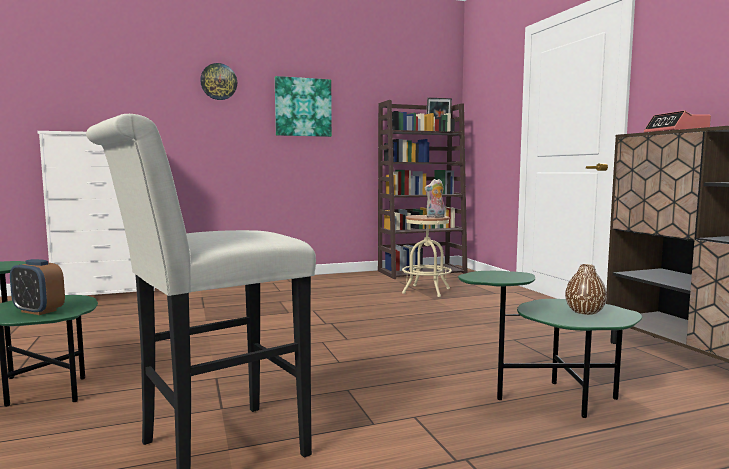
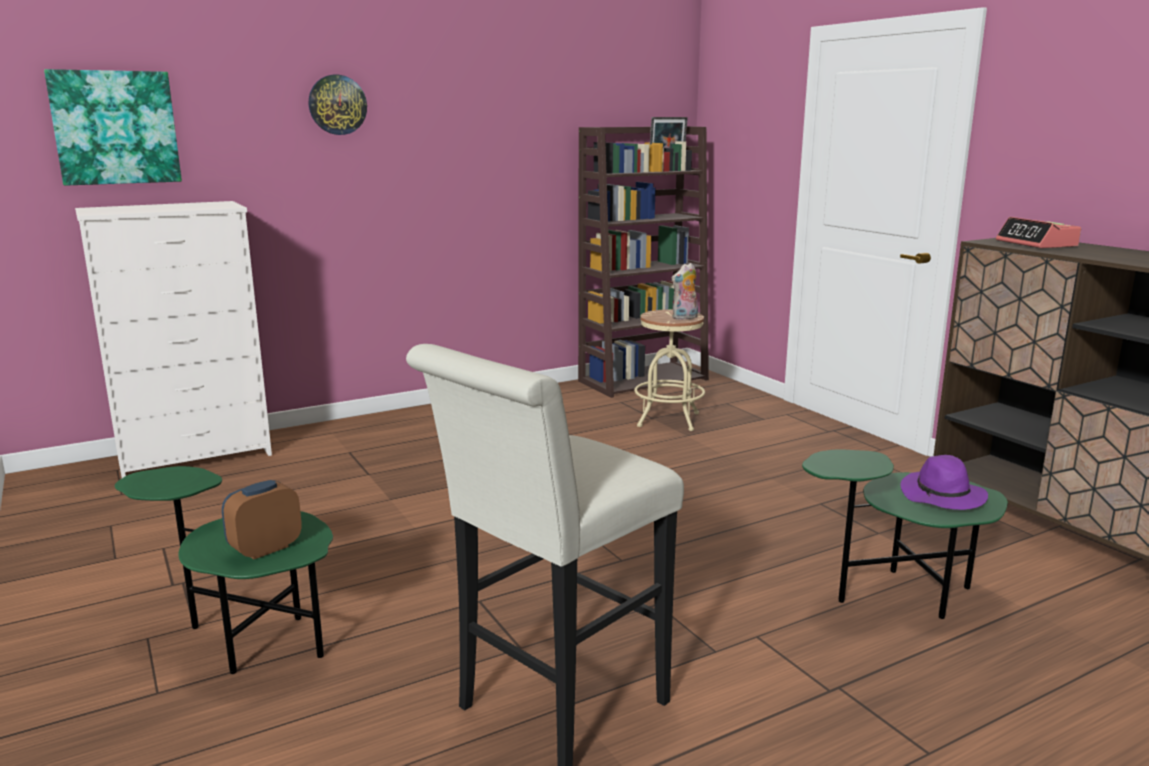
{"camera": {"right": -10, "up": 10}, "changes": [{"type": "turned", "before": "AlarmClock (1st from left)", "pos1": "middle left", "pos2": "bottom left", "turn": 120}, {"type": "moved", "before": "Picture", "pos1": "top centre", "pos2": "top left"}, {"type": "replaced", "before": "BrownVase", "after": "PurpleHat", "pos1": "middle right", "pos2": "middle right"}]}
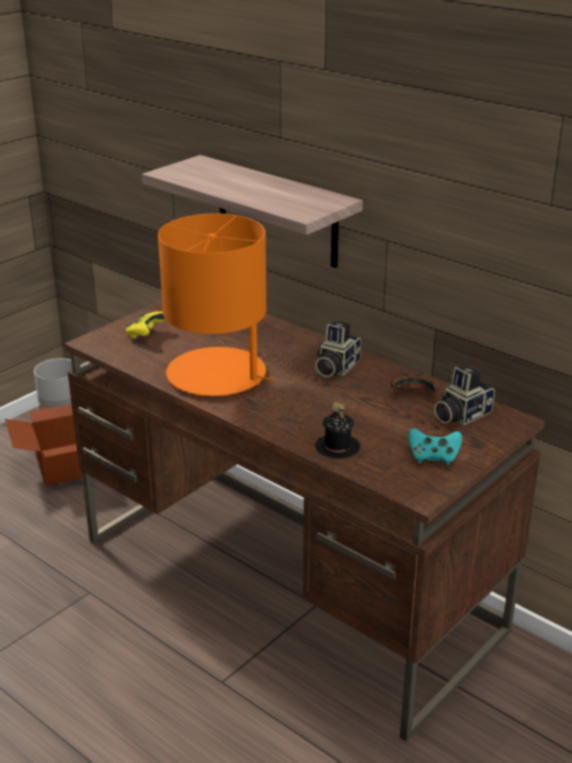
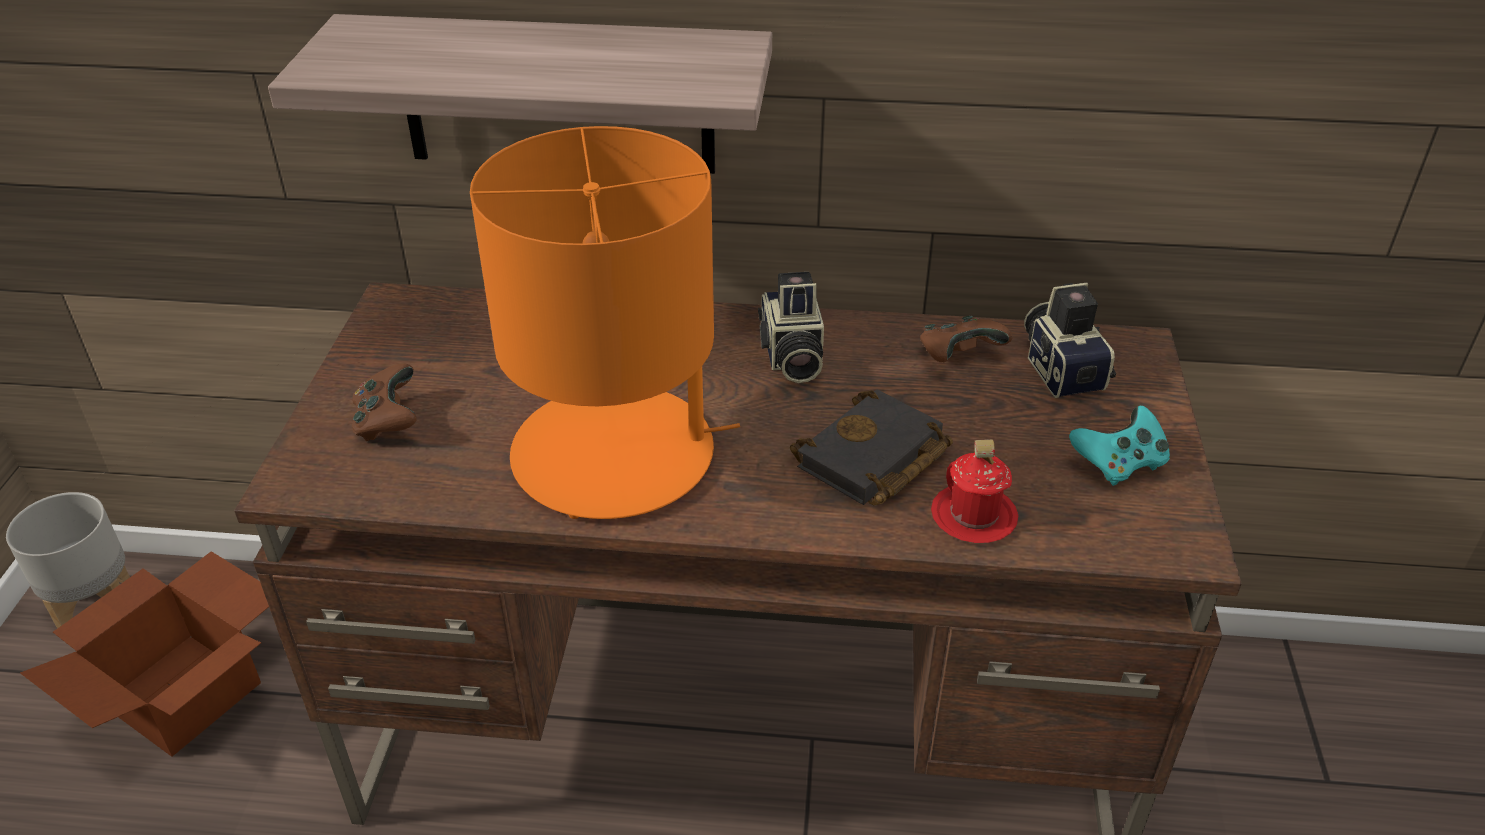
{"camera": {"right": -35, "up": 10}, "changes": [{"type": "recoloured", "before": "YellowGameController", "after": "BrownGameController (1st from left)", "pos1": "middle left", "pos2": "middle left"}, {"type": "recoloured", "before": "BlackMug", "after": "RedMug", "pos1": "centre", "pos2": "centre"}, {"type": "turned", "before": "PhotoCamera (2nd from left)", "pos1": "middle right", "pos2": "middle right", "turn": 150}, {"type": "added", "after": "BlackBook", "pos2": "centre"}]}
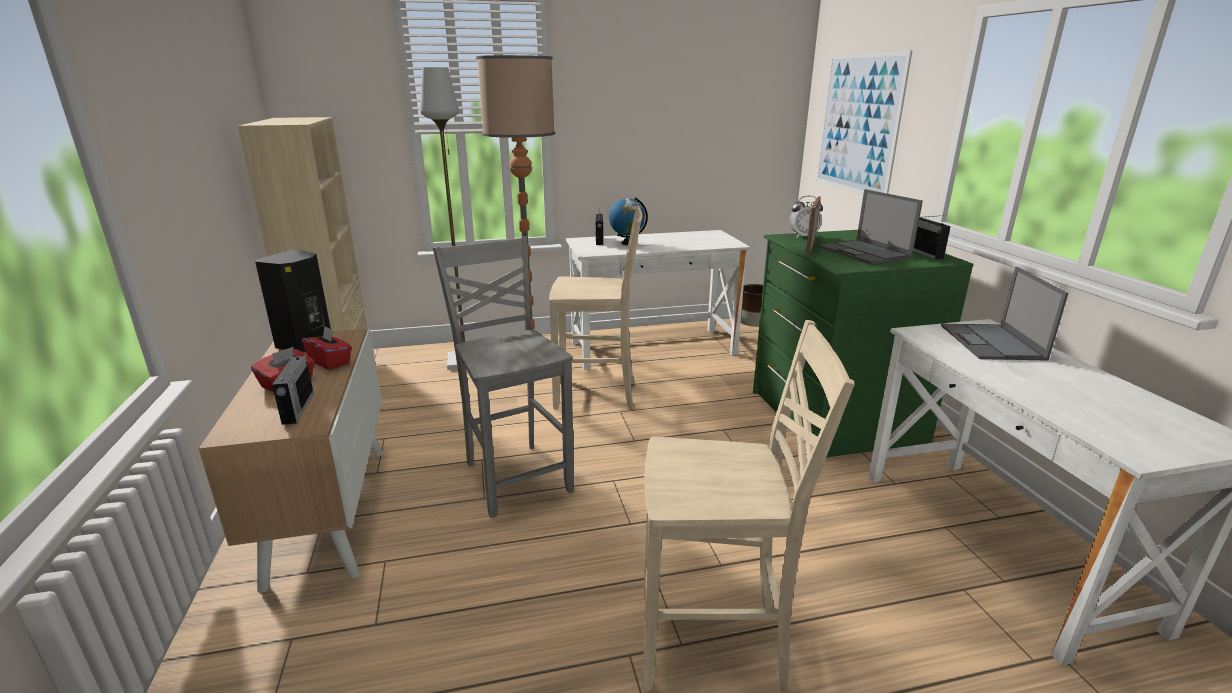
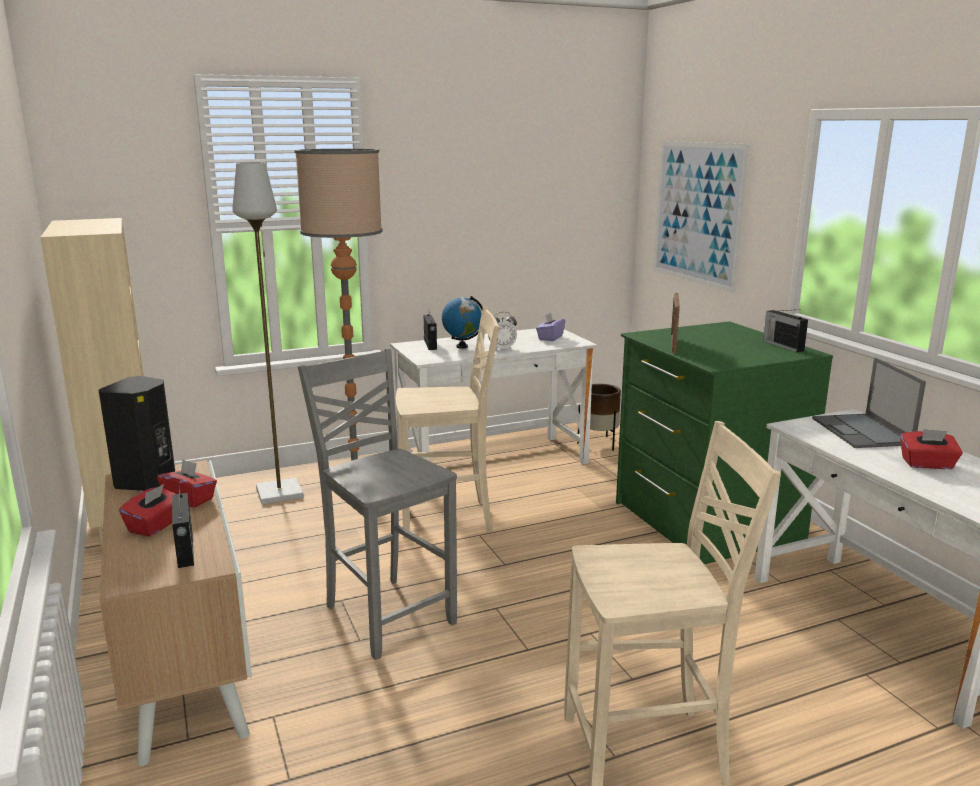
{"camera": {"right": -10, "up": -5}, "changes": [{"type": "moved", "before": "AlarmClock", "pos1": "top centre", "pos2": "centre"}, {"type": "removed", "before": "Laptop (1st from left)", "pos1": "top right"}, {"type": "added", "after": "PurpleTissueBox", "pos2": "centre"}, {"type": "added", "after": "RedTissueBox (3rd from left)", "pos2": "middle right"}]}
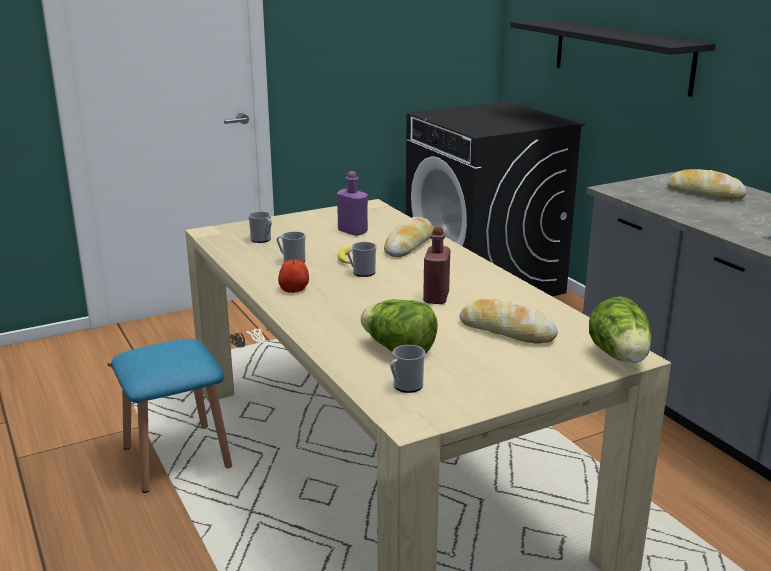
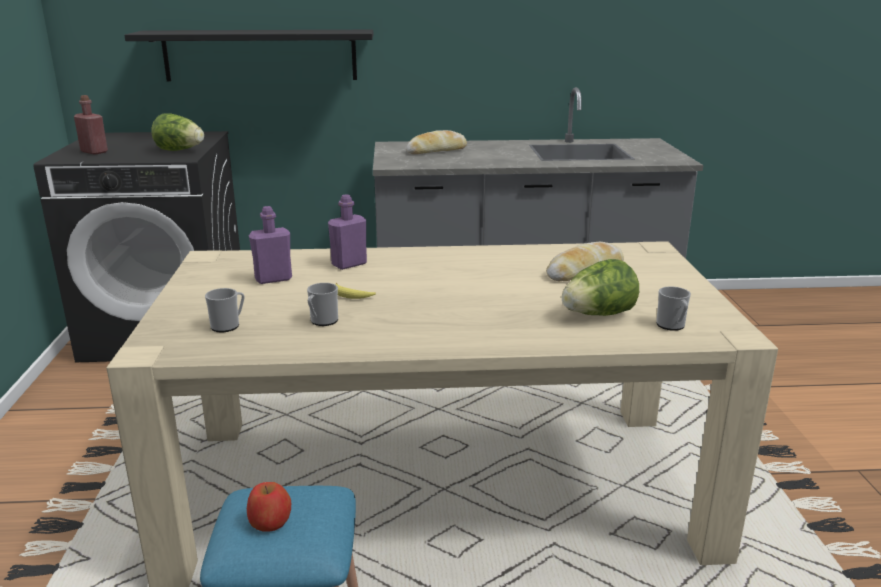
{"camera": {"right": -65, "up": 0}, "changes": [{"type": "moved", "before": "Apple", "pos1": "centre", "pos2": "bottom left"}, {"type": "removed", "before": "Mug (3rd from left)", "pos1": "centre"}, {"type": "replaced", "before": "Bread (1st from left)", "after": "PurpleBottle (2nd from left)", "pos1": "centre", "pos2": "centre"}, {"type": "moved", "before": "RedBottle", "pos1": "centre", "pos2": "top left"}, {"type": "moved", "before": "Lettuce (2nd from left in the first image)", "after": "Lettuce (1st from left)", "pos1": "middle right", "pos2": "top left"}]}
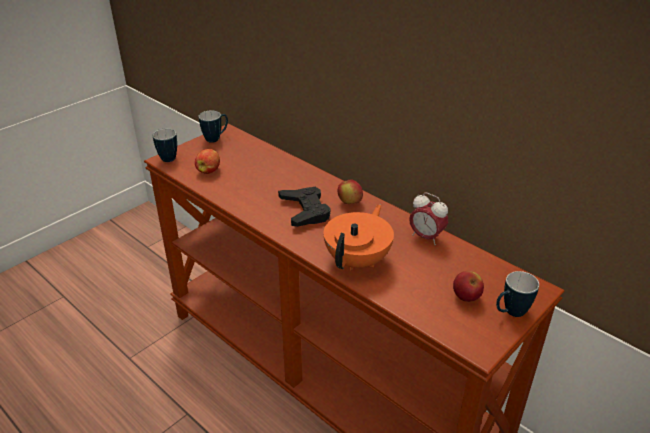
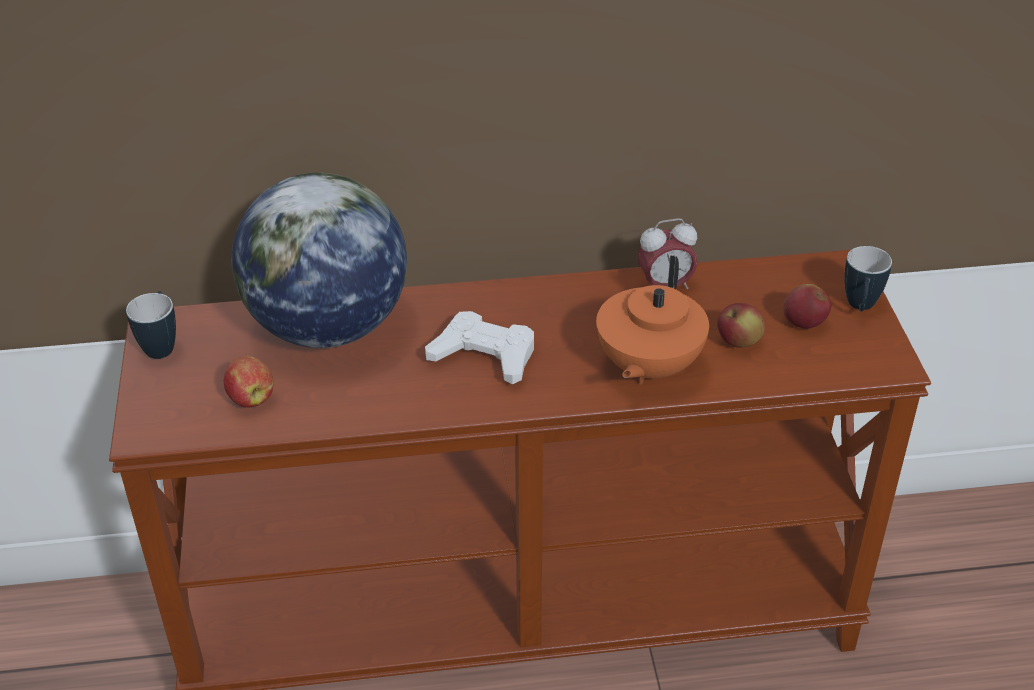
{"camera": {"right": -50, "up": 5}, "changes": [{"type": "removed", "before": "Mug (1st from left)", "pos1": "middle left"}, {"type": "recoloured", "before": "BlackGameController", "after": "WhiteGameController", "pos1": "centre", "pos2": "centre"}, {"type": "turned", "before": "OrangeTeapot", "pos1": "centre", "pos2": "centre", "turn": -135}, {"type": "moved", "before": "Apple (2nd from left)", "pos1": "centre", "pos2": "middle right"}, {"type": "added", "after": "Globe", "pos2": "middle left"}]}
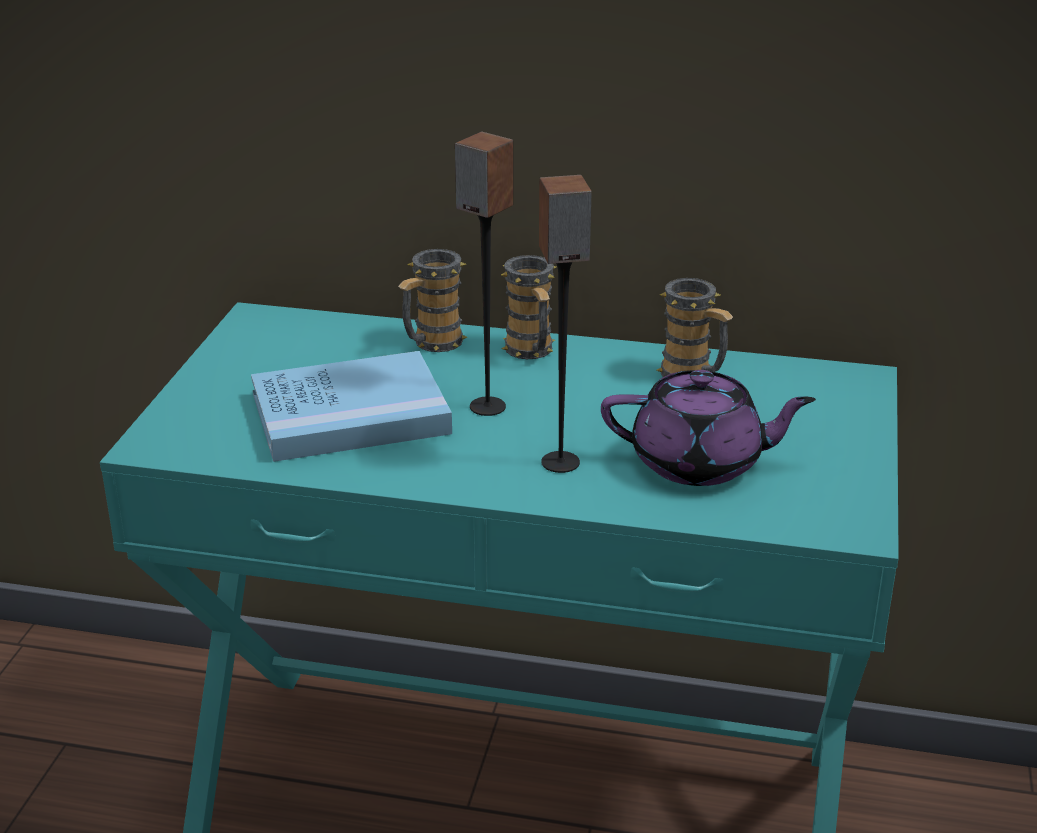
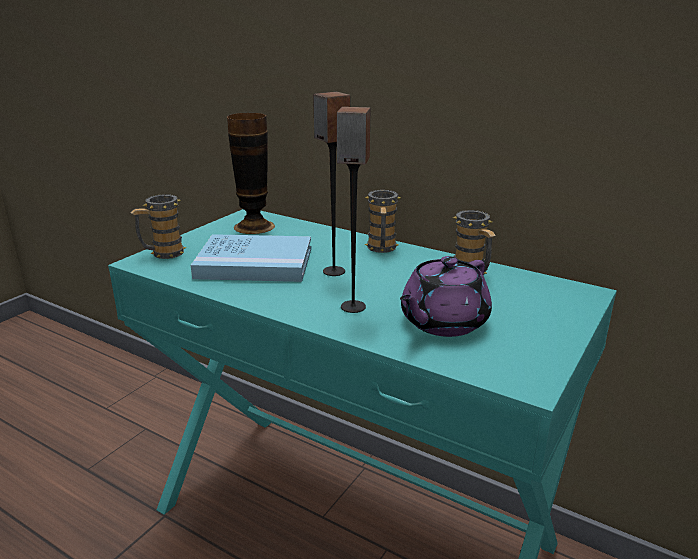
{"camera": {"right": 20, "up": -5}, "changes": [{"type": "moved", "before": "Mug (1st from left)", "pos1": "centre", "pos2": "middle left"}, {"type": "turned", "before": "PurpleTeapot", "pos1": "middle right", "pos2": "centre", "turn": 105}, {"type": "added", "after": "Vase", "pos2": "top centre"}]}
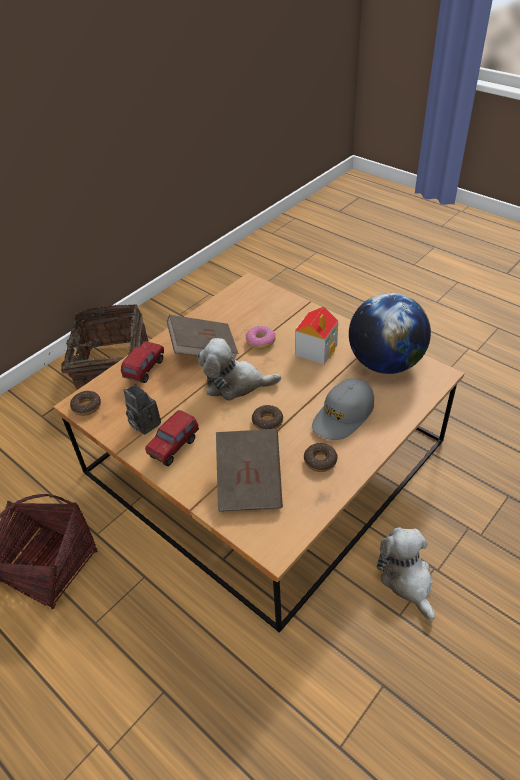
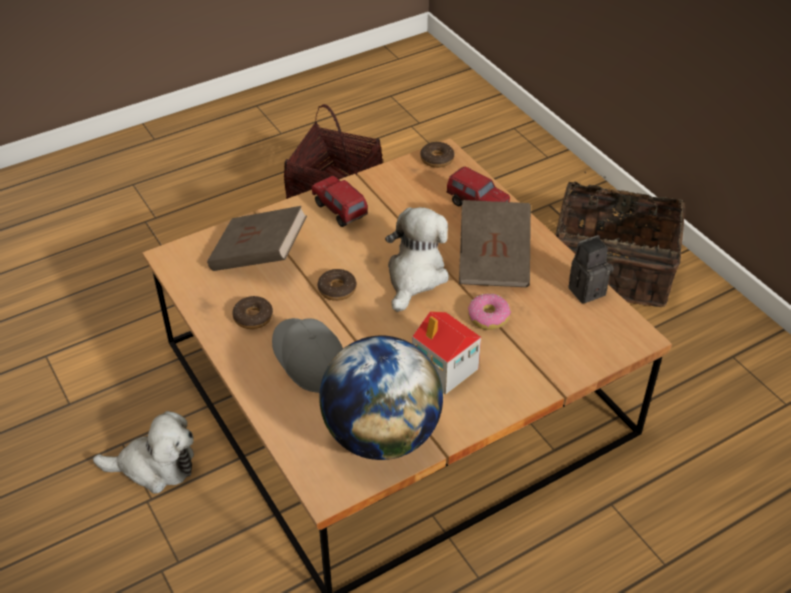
{"camera": {"right": 105, "up": 0}, "changes": [{"type": "moved", "before": "PhotoCamera", "pos1": "middle left", "pos2": "middle right"}]}
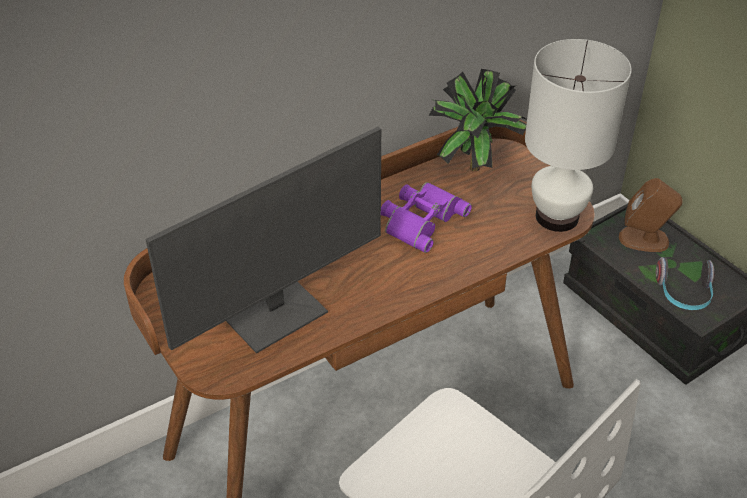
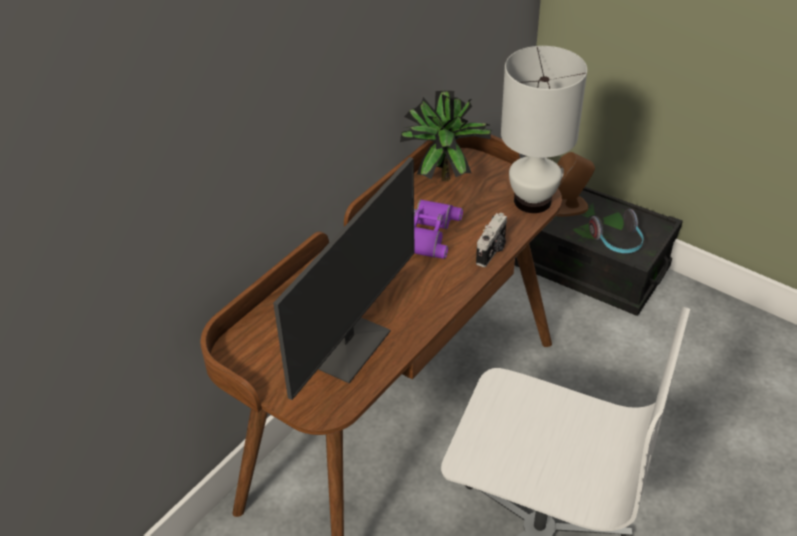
{"camera": {"right": -20, "up": 0}, "changes": [{"type": "added", "after": "PhotoCamera", "pos2": "centre"}]}
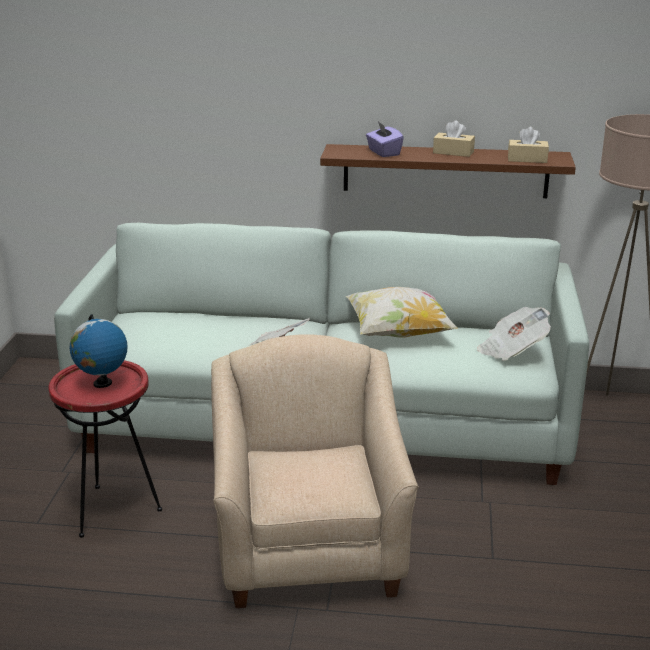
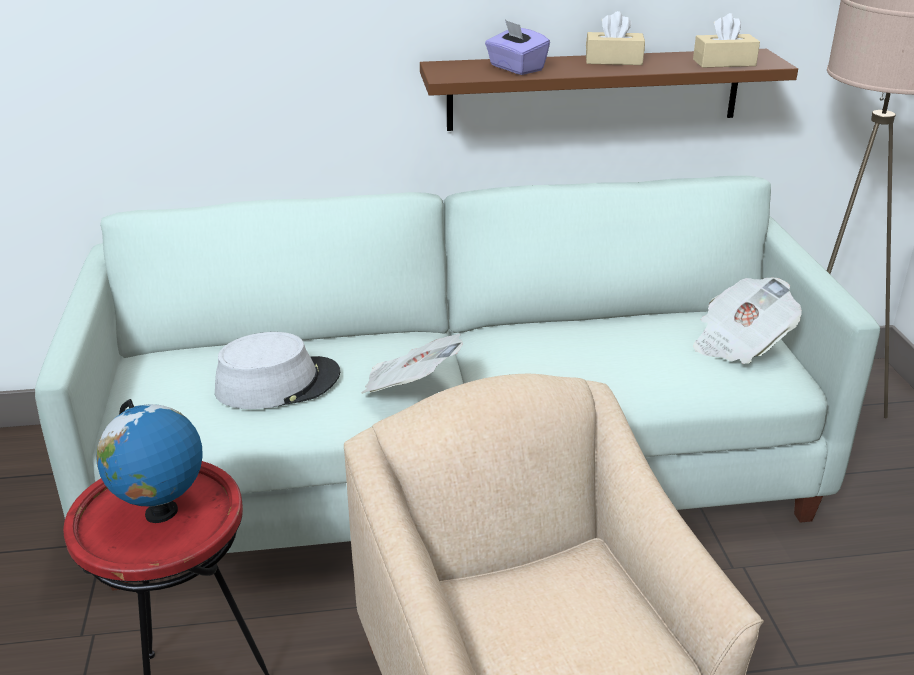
{"camera": {"right": -15, "up": 5}, "changes": [{"type": "removed", "before": "Pillow", "pos1": "centre"}, {"type": "added", "after": "GreyHat", "pos2": "middle left"}]}
